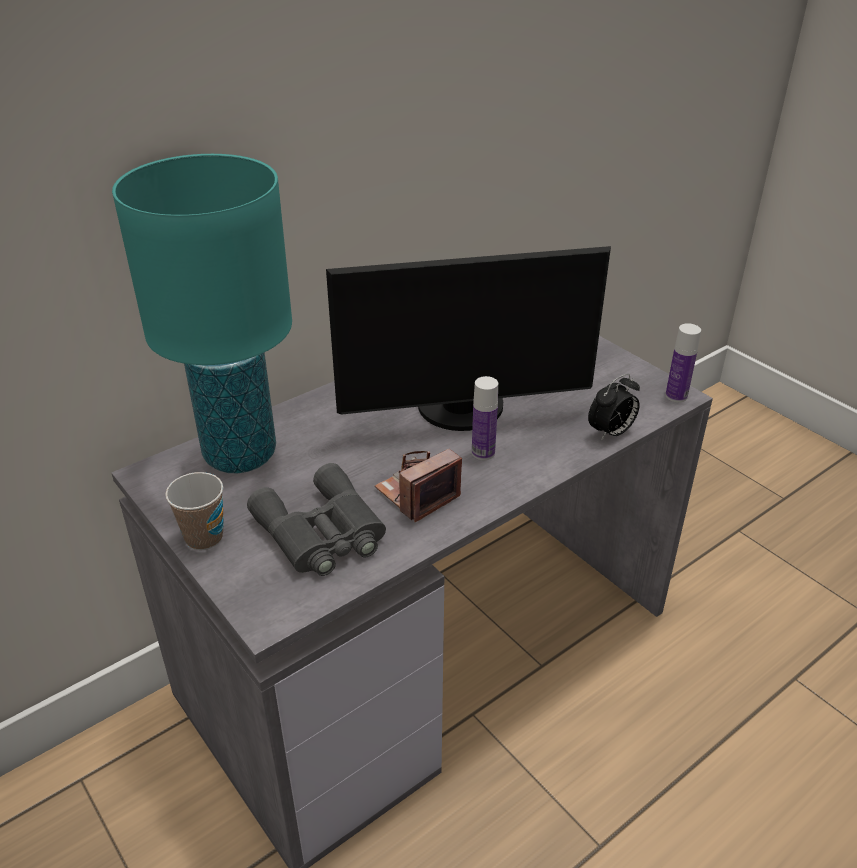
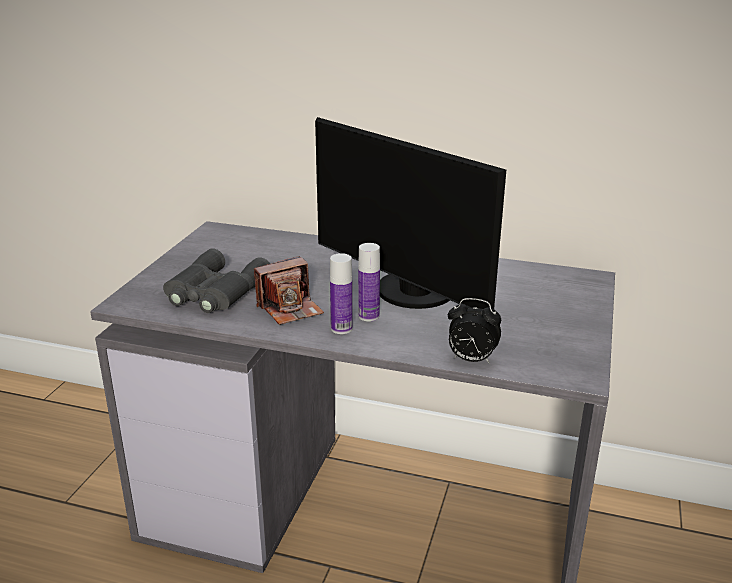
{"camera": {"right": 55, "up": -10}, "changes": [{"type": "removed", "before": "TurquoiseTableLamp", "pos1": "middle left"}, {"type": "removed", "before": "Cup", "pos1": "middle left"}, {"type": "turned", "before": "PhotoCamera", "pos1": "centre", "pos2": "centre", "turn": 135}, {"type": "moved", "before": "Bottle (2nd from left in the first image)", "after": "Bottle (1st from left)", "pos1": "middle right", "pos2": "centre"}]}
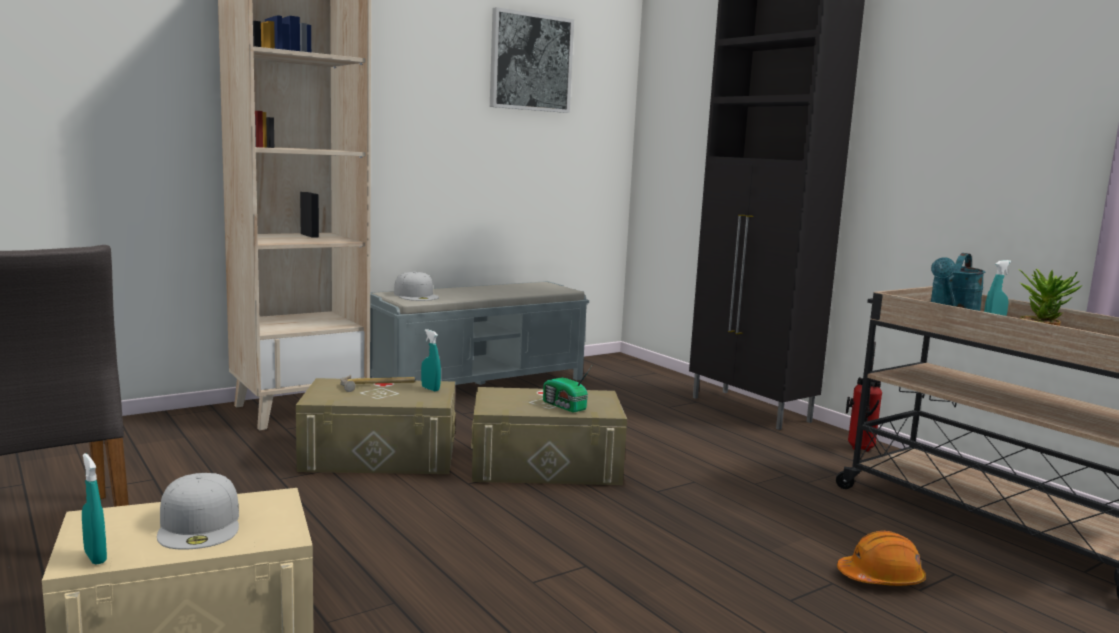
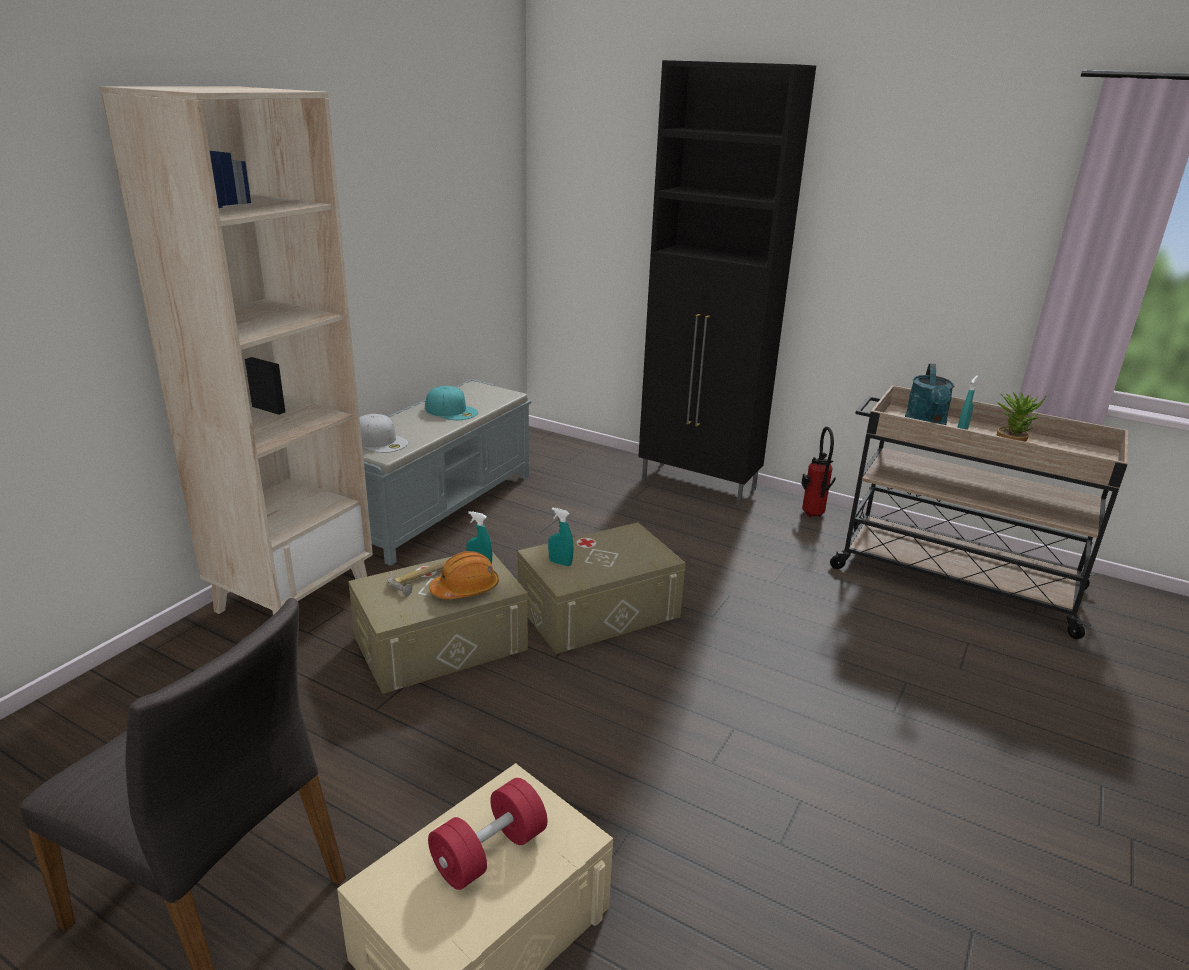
{"camera": {"right": -25, "up": 15}, "changes": [{"type": "moved", "before": "TurquoiseSprayBottle (1st from left in the first image)", "after": "TurquoiseSprayBottle (2nd from left)", "pos1": "bottom left", "pos2": "centre"}, {"type": "replaced", "before": "WhiteCap (1st from left)", "after": "RedDumbbell", "pos1": "bottom left", "pos2": "bottom centre"}, {"type": "removed", "before": "Picture", "pos1": "top centre"}, {"type": "removed", "before": "Radio", "pos1": "centre"}, {"type": "moved", "before": "OrangeHardHat", "pos1": "bottom right", "pos2": "centre"}, {"type": "added", "after": "TurquoiseCap", "pos2": "centre"}]}
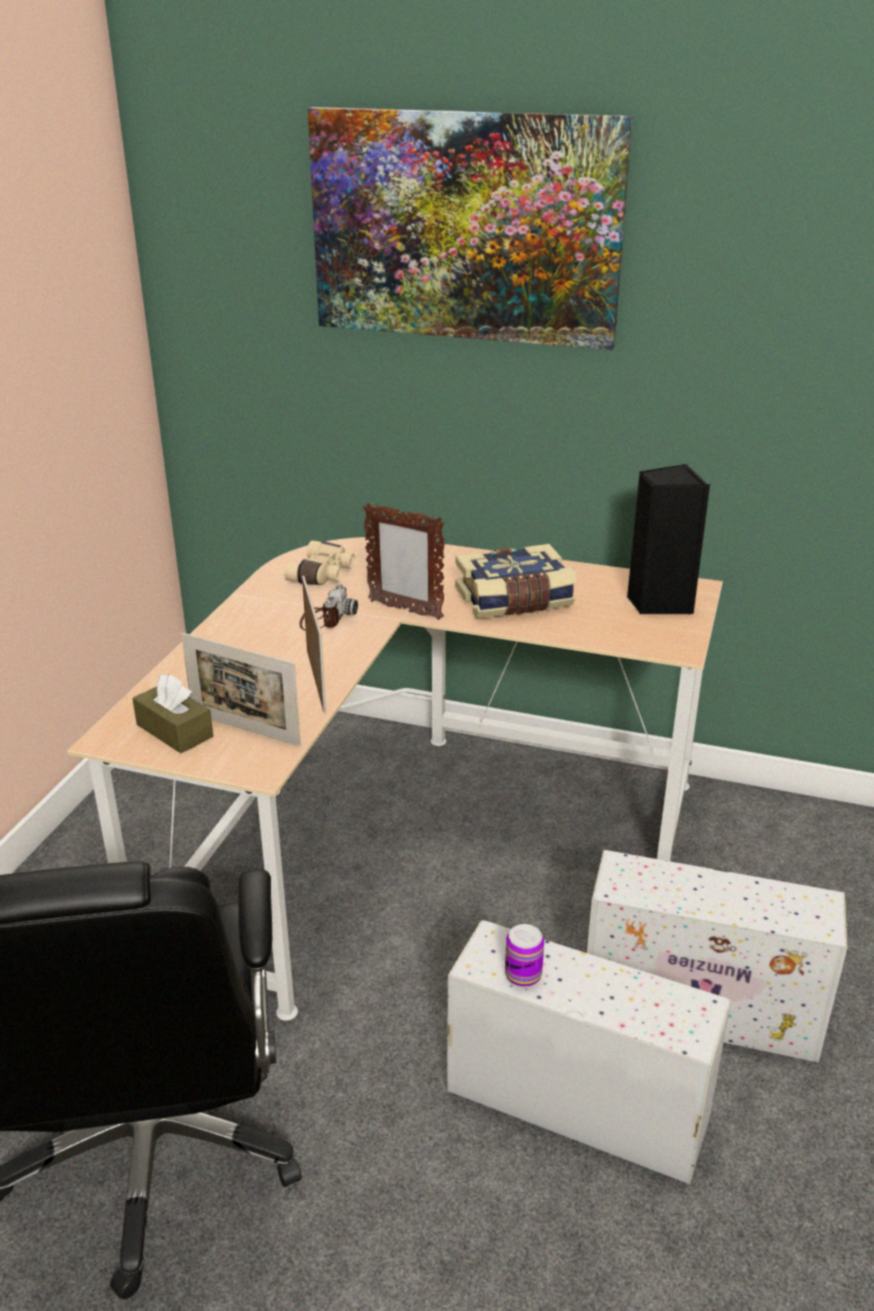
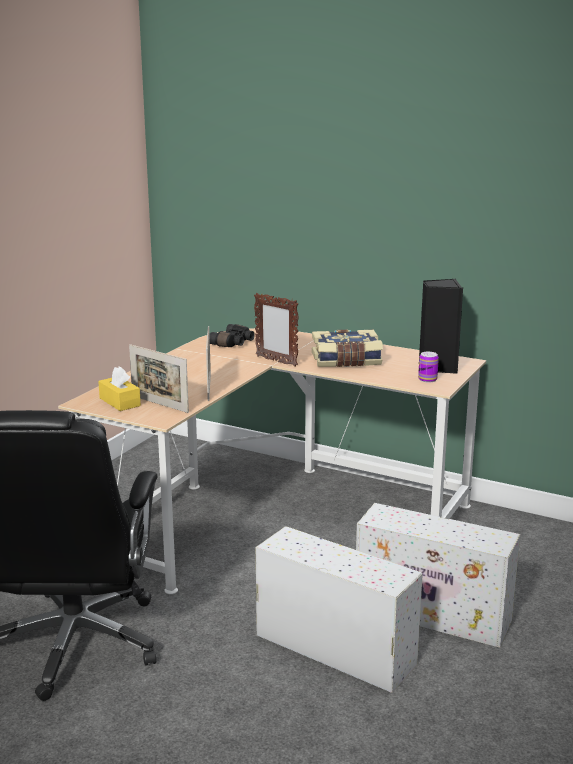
{"camera": {"right": 10, "up": -10}, "changes": [{"type": "recoloured", "before": "BrownTissueBox", "after": "YellowTissueBox", "pos1": "middle left", "pos2": "middle left"}, {"type": "recoloured", "before": "BeigeBinoculars", "after": "BlackBinoculars", "pos1": "centre", "pos2": "centre"}, {"type": "removed", "before": "PhotoCamera", "pos1": "centre"}, {"type": "removed", "before": "Picture", "pos1": "top centre"}, {"type": "moved", "before": "Can", "pos1": "bottom centre", "pos2": "middle right"}]}
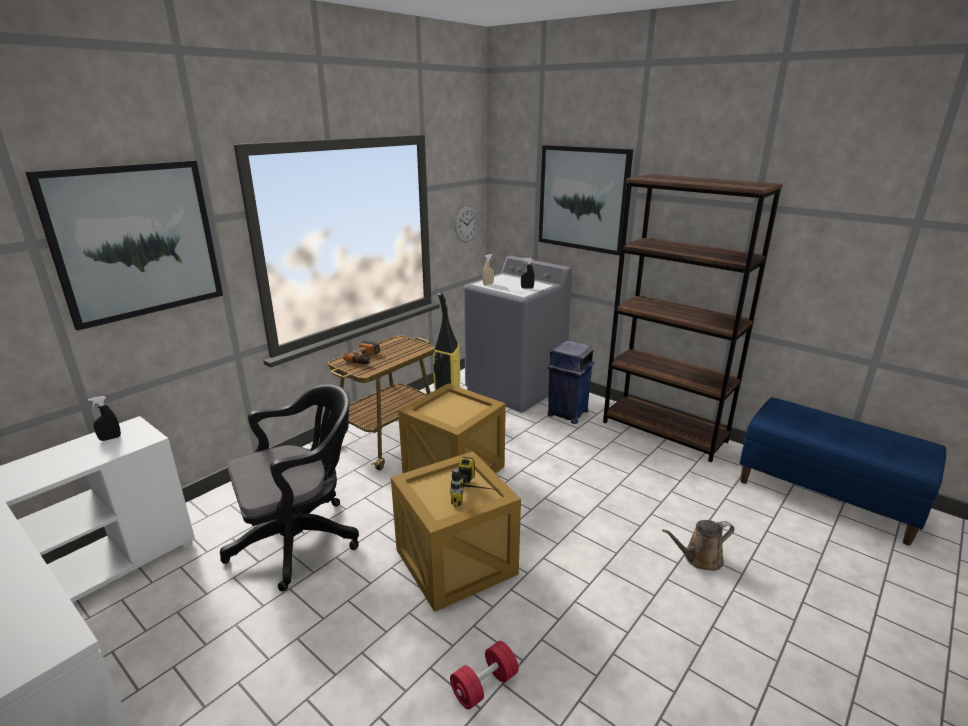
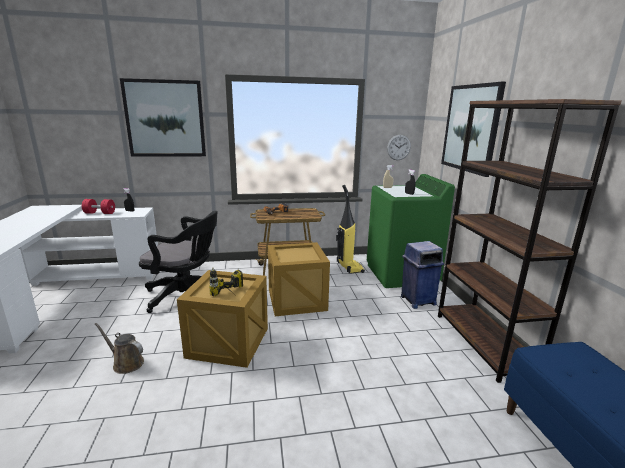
{"camera": {"right": 40, "up": -5}, "changes": [{"type": "moved", "before": "RedDumbbell", "pos1": "bottom centre", "pos2": "middle left"}, {"type": "recoloured", "before": "GreyWashingMachine", "after": "GreenWashingMachine", "pos1": "centre", "pos2": "centre"}, {"type": "moved", "before": "BrownWateringCan", "pos1": "bottom right", "pos2": "bottom left"}]}
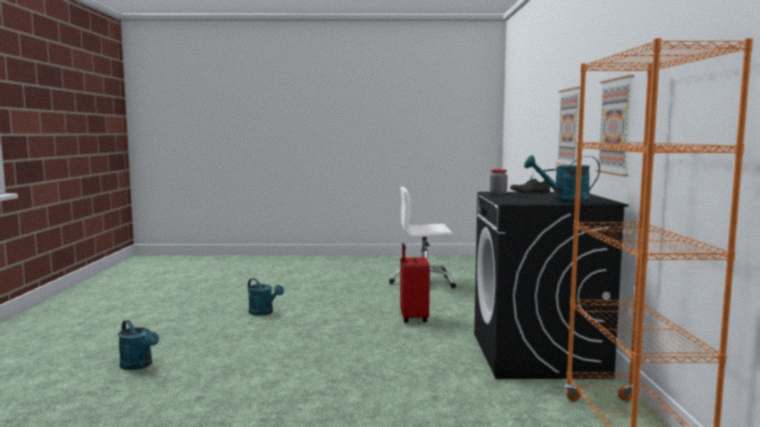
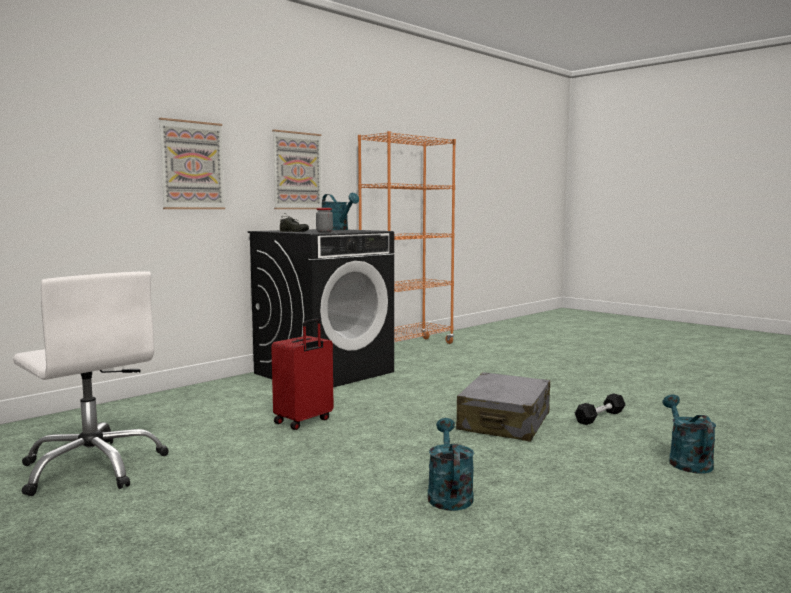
{"camera": {"right": -135, "up": 0}, "changes": [{"type": "added", "after": "GreySuitcase", "pos2": "bottom centre"}, {"type": "added", "after": "BlackDumbbell", "pos2": "bottom right"}]}
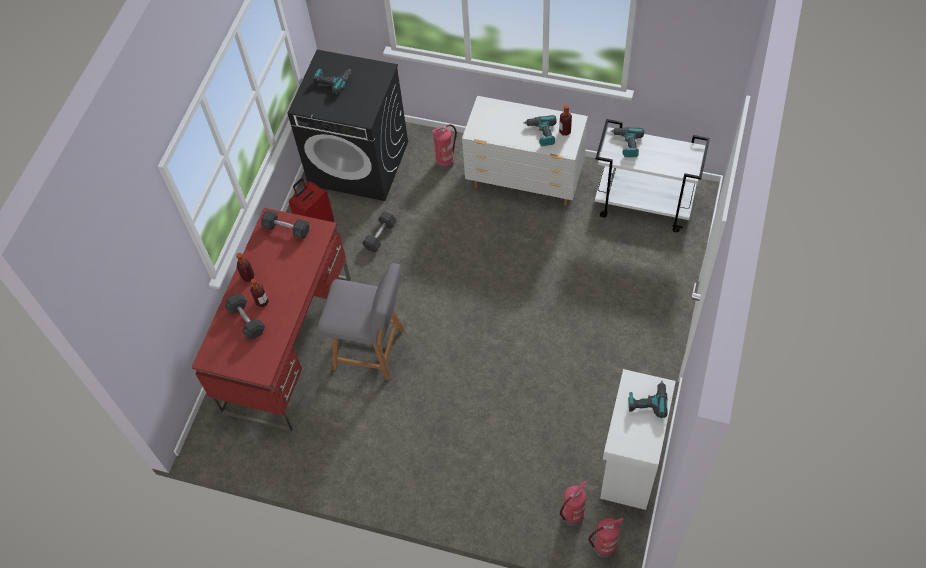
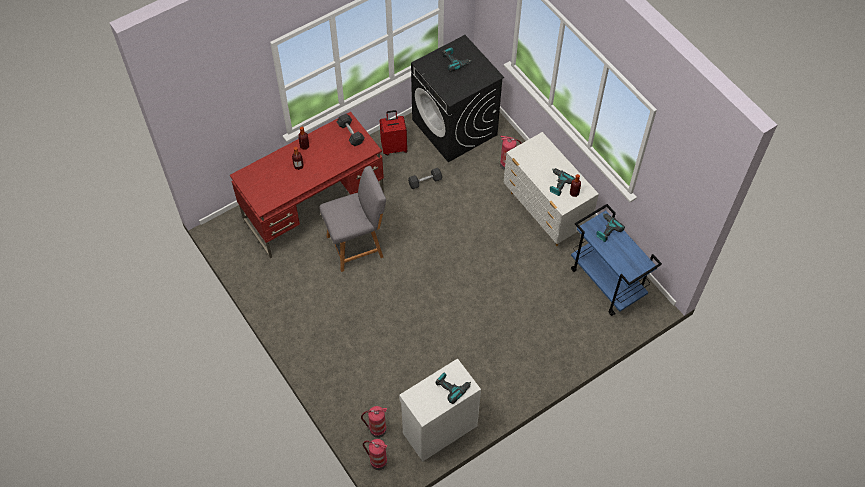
{"camera": {"right": 35, "up": 0}, "changes": [{"type": "removed", "before": "GreyDumbbell (1st from left)", "pos1": "middle left"}, {"type": "turned", "before": "GreyChair", "pos1": "centre", "pos2": "centre", "turn": -75}, {"type": "recoloured", "before": "WhiteCart", "after": "BlueCart", "pos1": "top right", "pos2": "middle right"}]}
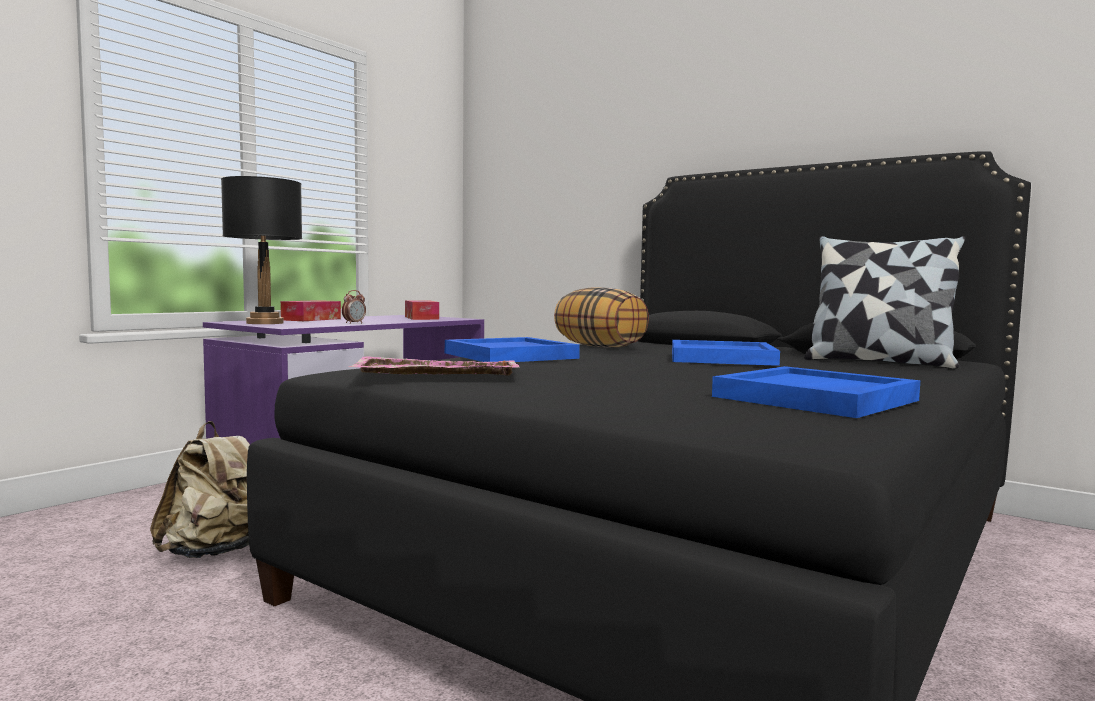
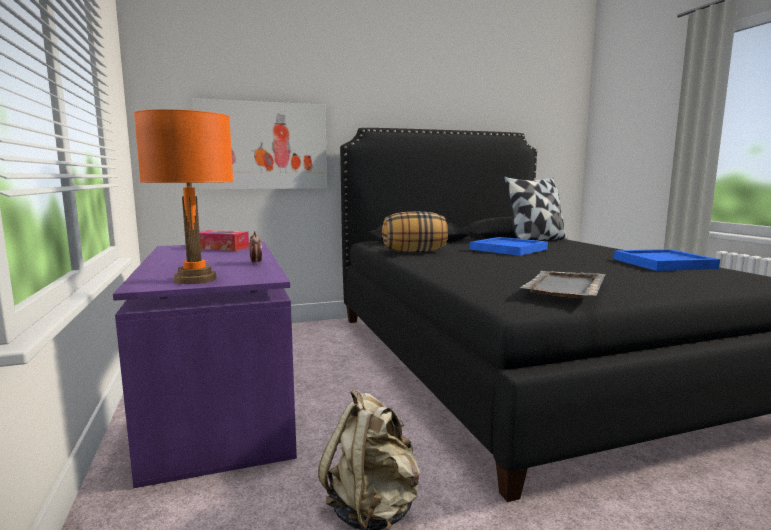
{"camera": {"right": -55, "up": 5}, "changes": [{"type": "recoloured", "before": "BlackTableLamp", "after": "OrangeTableLamp", "pos1": "middle left", "pos2": "middle left"}, {"type": "removed", "before": "TissueBox (1st from left)", "pos1": "middle left"}, {"type": "recoloured", "before": "PinkTray", "after": "GreyTray", "pos1": "centre", "pos2": "middle right"}, {"type": "removed", "before": "BlueTray (1st from left)", "pos1": "centre"}, {"type": "added", "after": "Picture", "pos2": "top centre"}]}
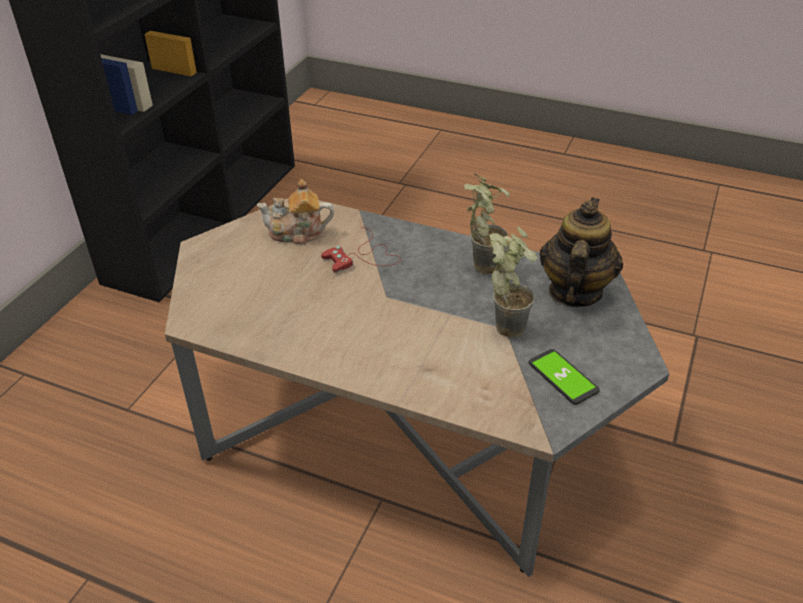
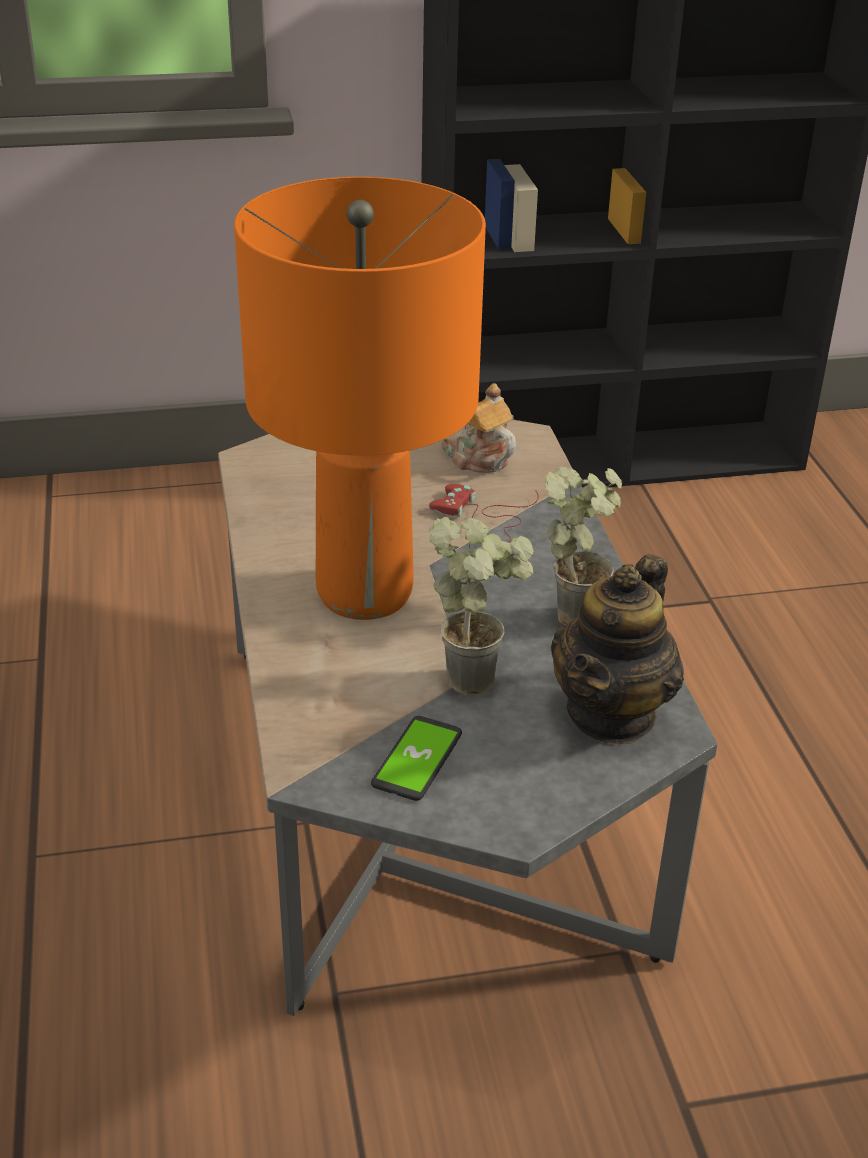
{"camera": {"right": 55, "up": -5}, "changes": [{"type": "turned", "before": "Teapot (2nd from left)", "pos1": "middle right", "pos2": "middle right", "turn": 135}, {"type": "added", "after": "OrangeTableLamp", "pos2": "centre"}]}
